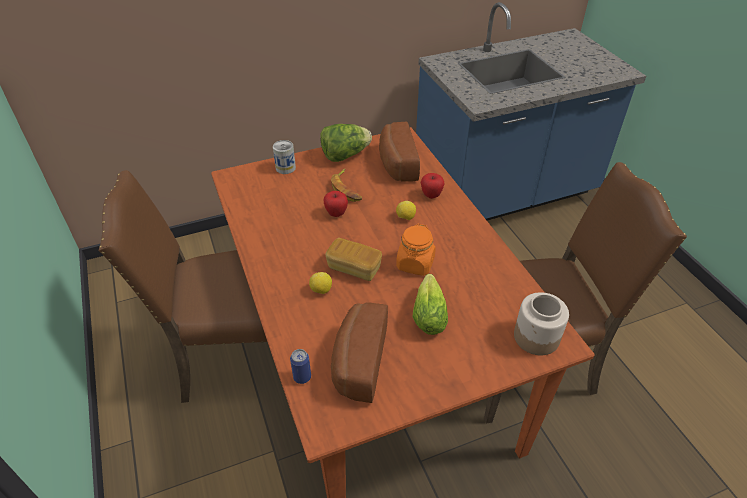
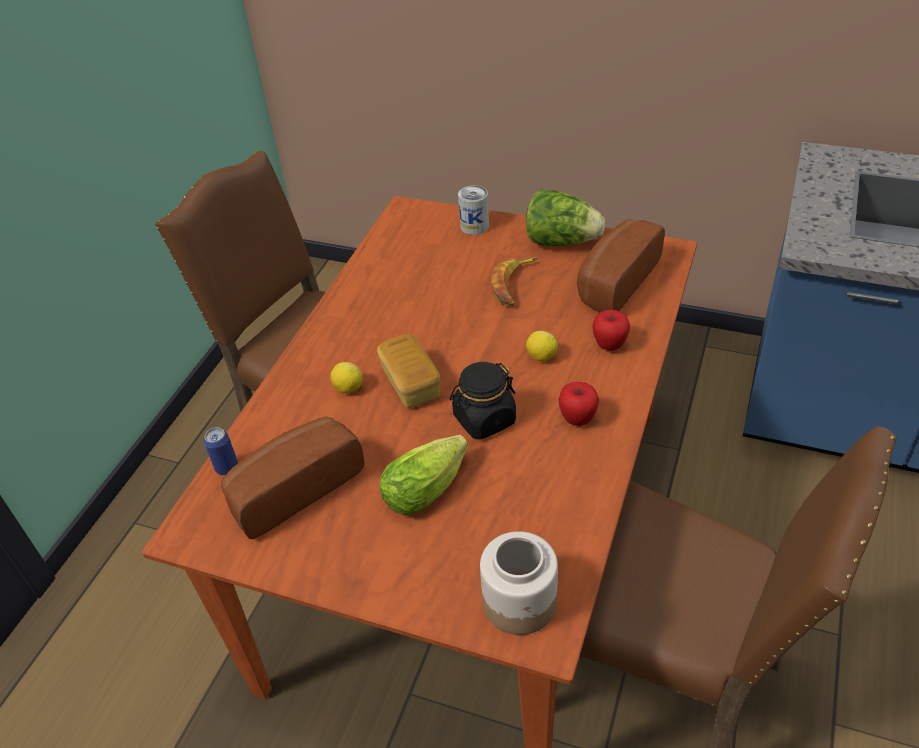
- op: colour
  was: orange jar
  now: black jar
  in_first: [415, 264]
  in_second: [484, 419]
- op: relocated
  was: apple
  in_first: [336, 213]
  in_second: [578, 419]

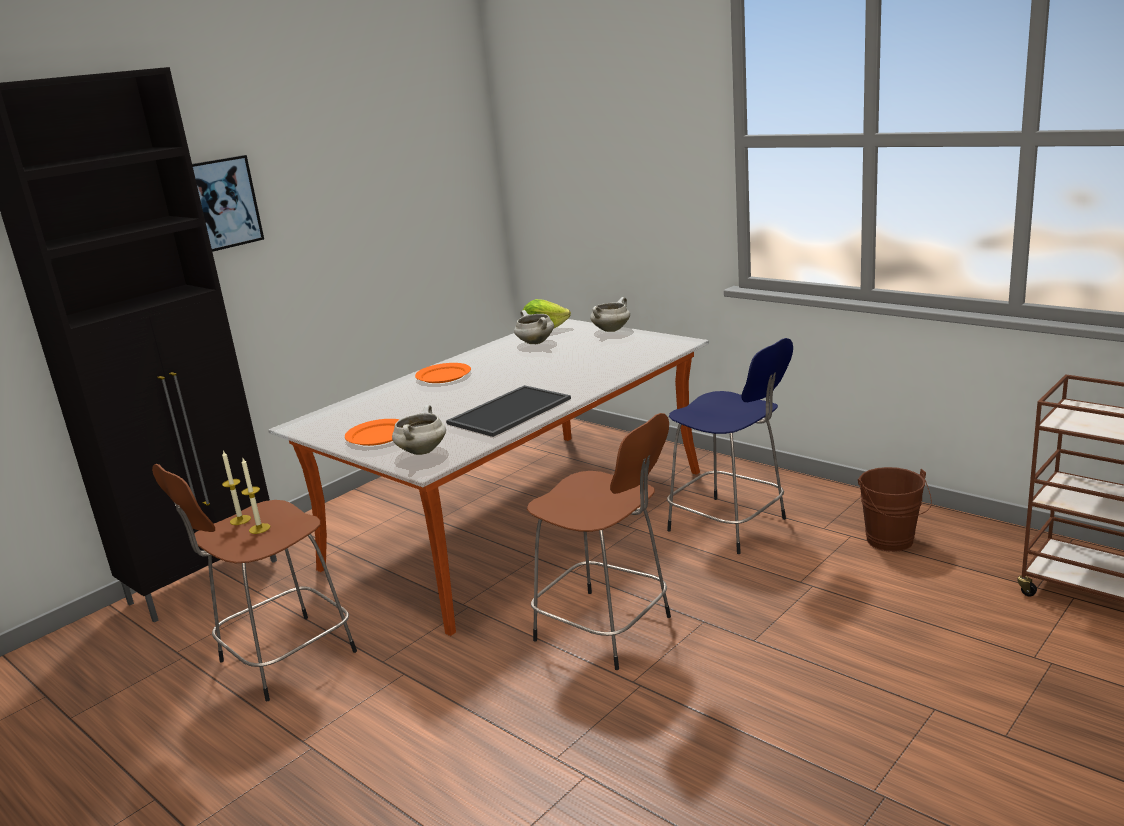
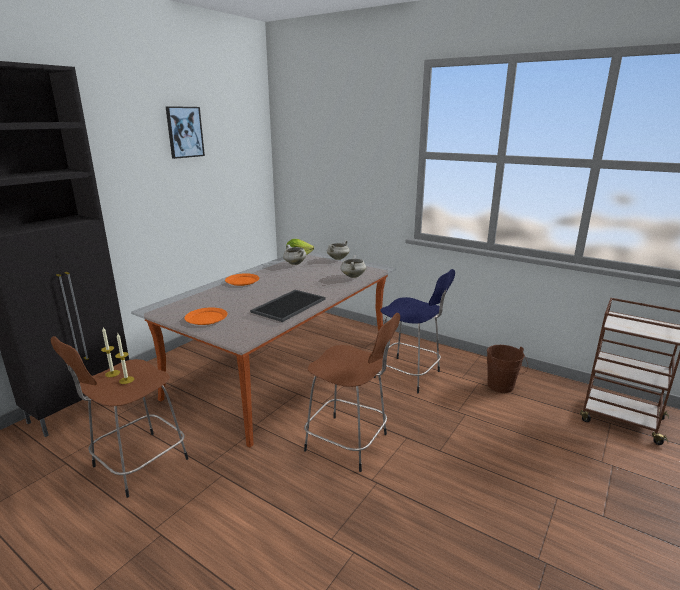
- op: relocated
  was: picture
  in_first: [222, 203]
  in_second: [184, 132]
- op: relocated
  was: white cooking pot
  in_first: [422, 451]
  in_second: [352, 276]

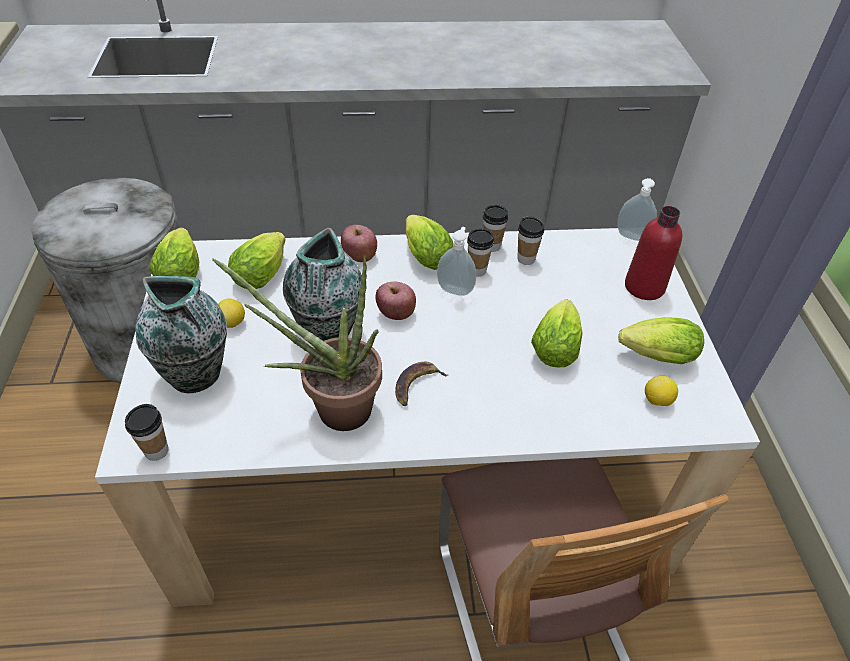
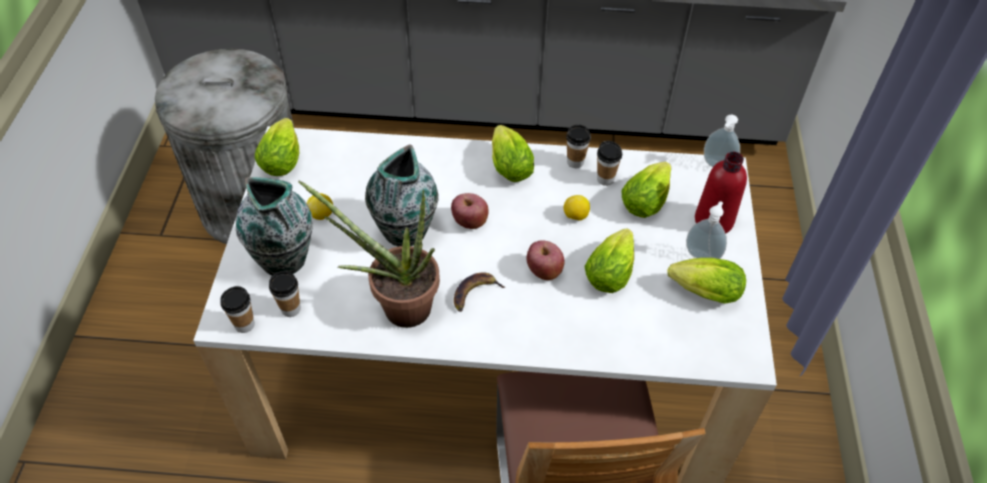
- op: relocated
  was: cup
  in_first: [477, 270]
  in_second: [291, 309]
- op: relocated
  was: apple
  in_first: [359, 256]
  in_second: [544, 271]
- op: relocated
  was: lemon
  in_first: [657, 401]
  in_second: [575, 216]
- op: relocated
  was: lettuce
  in_first: [263, 273]
  in_second: [647, 199]
- op: relocated
  was: soap dispenser
  in_first: [455, 289]
  in_second: [702, 254]

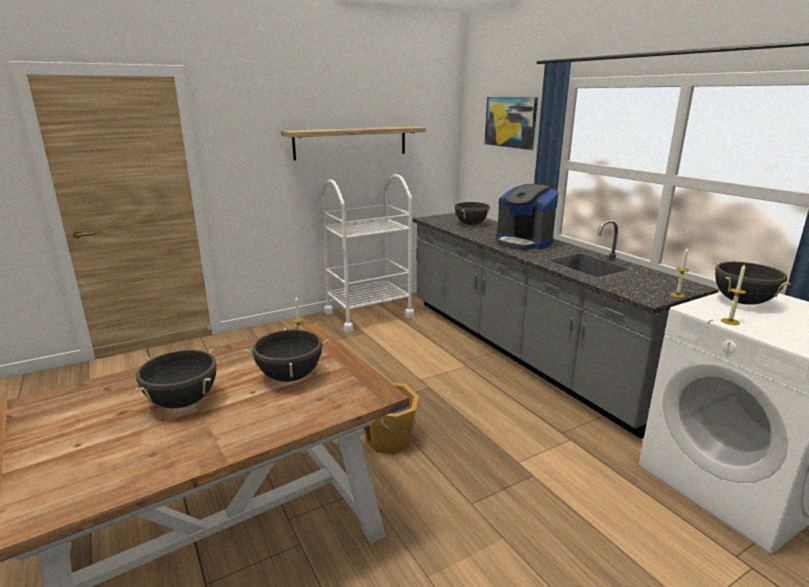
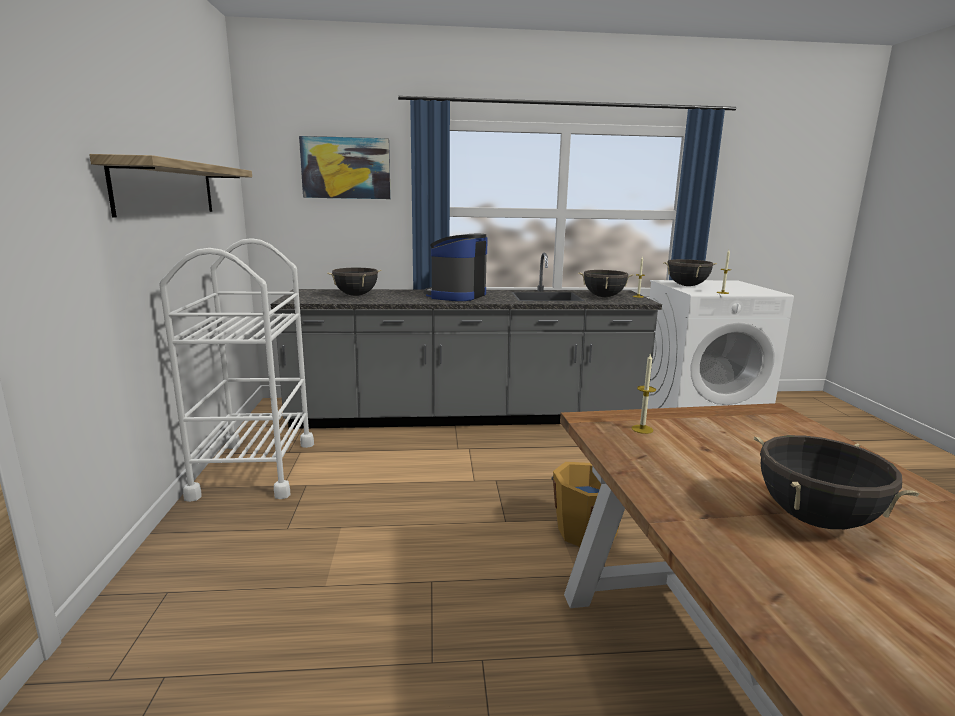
- op: spun
  was: coffee machine
  in_first: [523, 242]
  in_second: [456, 295]
  clockwise: 135
- op: relocated
  was: black cooking pot
  in_first: [290, 377]
  in_second: [603, 297]

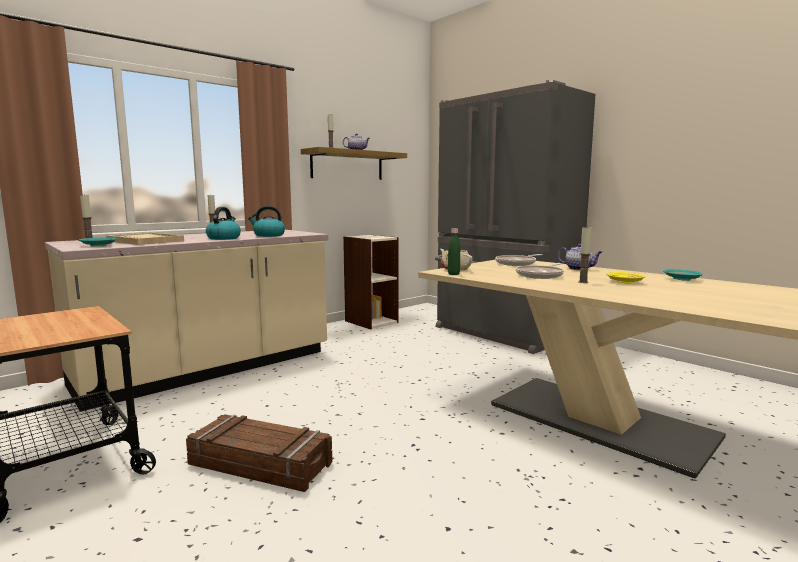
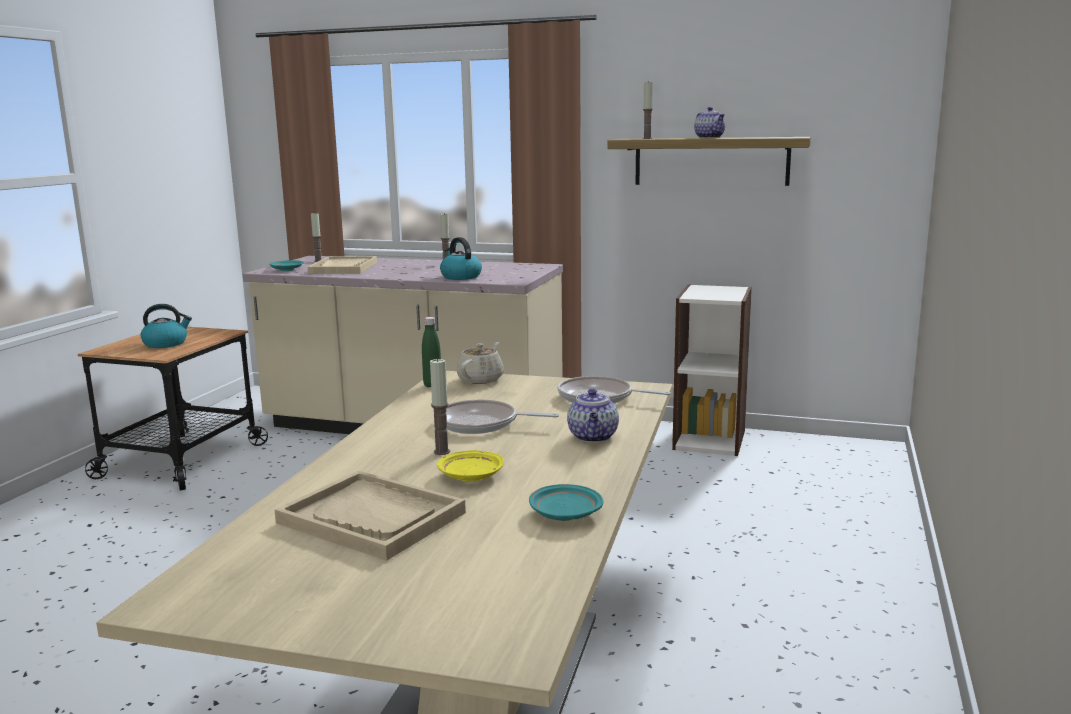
- op: relocated
  was: kettle
  in_first: [224, 238]
  in_second: [166, 343]
- op: appeared
  now: beige tray
  in_second: [372, 518]
- op: missing
  was: crate
  in_first: [261, 463]
- op: missing
  was: grey fridge
  in_first: [502, 333]

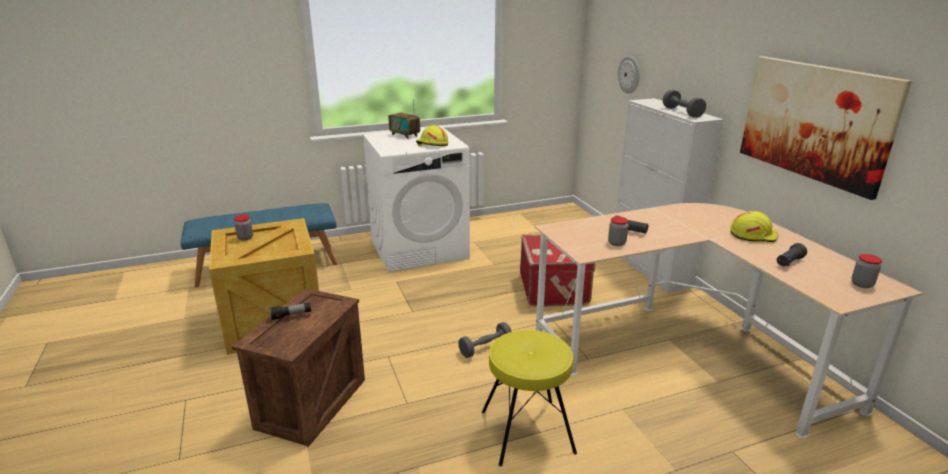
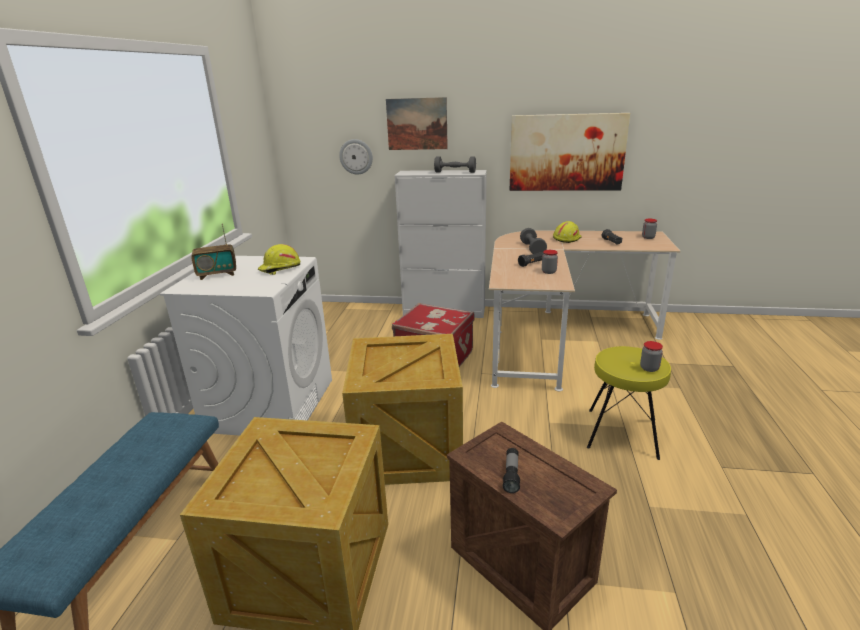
- op: appeared
  now: crate
  in_second: [409, 446]
- op: appeared
  now: picture
  in_second: [417, 124]
- op: relocated
  was: grey dumbbell
  in_first: [485, 348]
  in_second: [532, 249]
- op: relocated
  was: jar
  in_first: [245, 238]
  in_second: [649, 368]

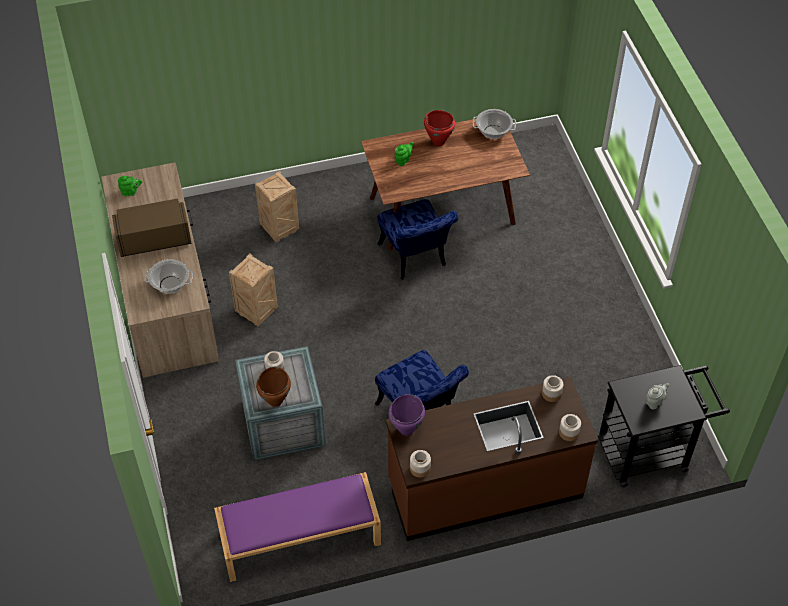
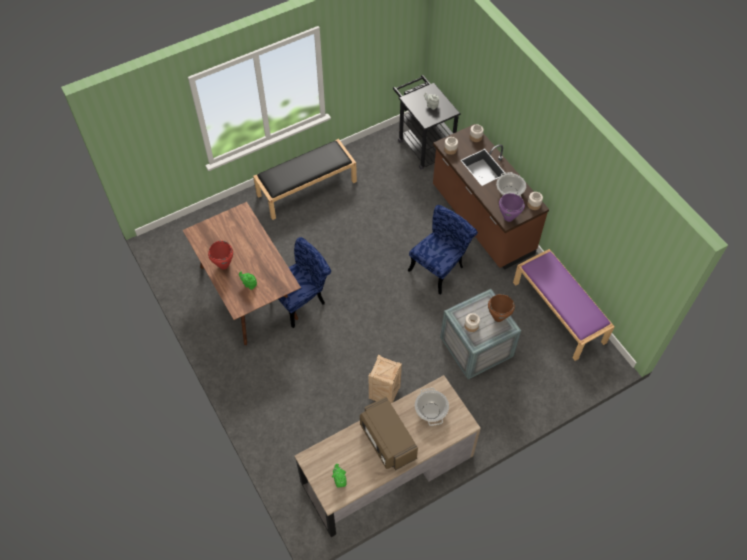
- op: appeared
  now: black bench
  in_second: [307, 188]
- op: relocated
  was: cooking pot
  in_first: [493, 132]
  in_second: [509, 192]
- op: missing
  was: crate
  in_first: [280, 229]

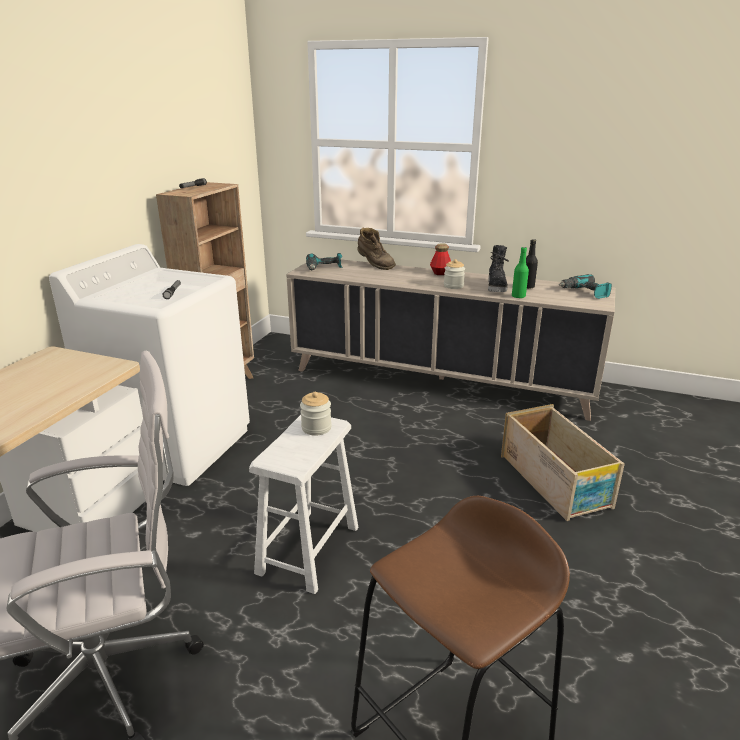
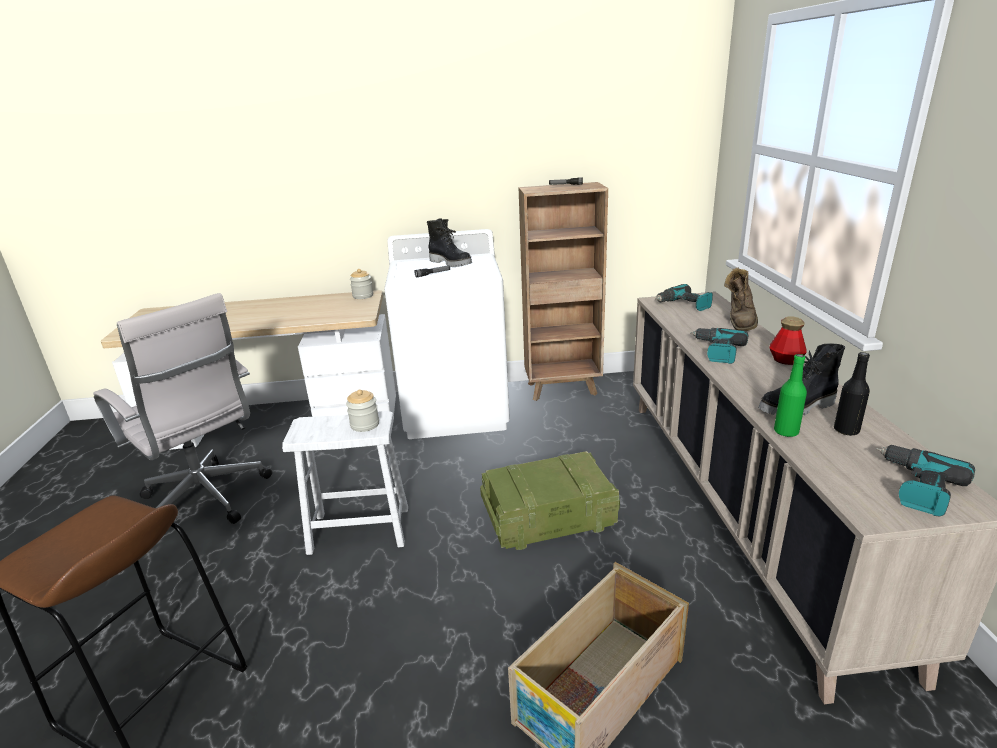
- op: relocated
  was: jar
  in_first: [453, 286]
  in_second: [363, 296]
- op: appeared
  now: black boot
  in_second: [451, 263]
- op: appeared
  now: crate
  in_second: [550, 517]
- op: appeared
  now: power drill
  in_second: [717, 351]

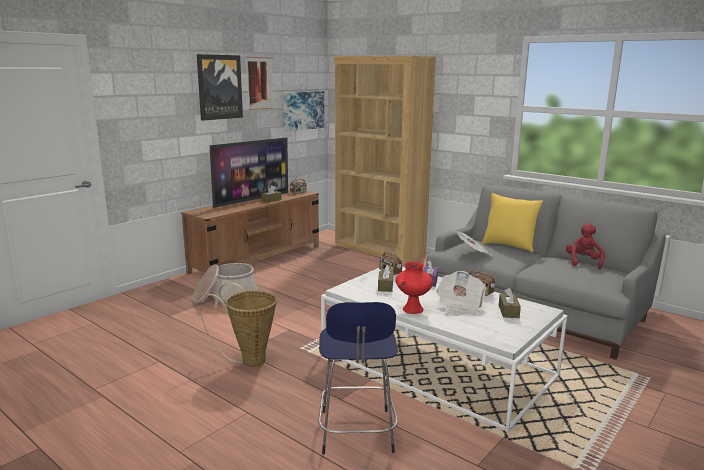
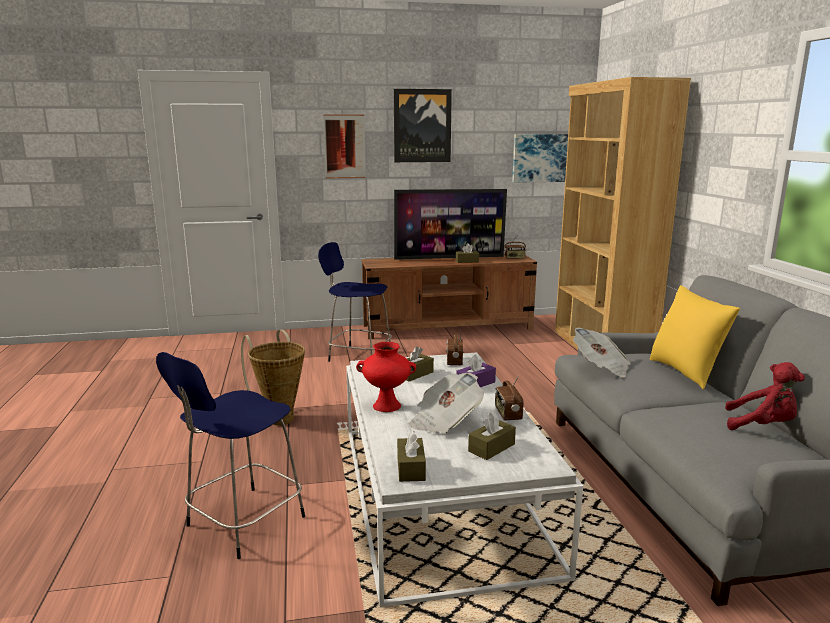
- op: exchanged
  was: basket
  now: blue stool
  in_first: [226, 298]
  in_second: [358, 356]
- op: relocated
  was: picture
  in_first: [259, 83]
  in_second: [344, 146]
- op: appeared
  now: brown tissue box
  in_second: [411, 468]
- op: spun
  was: red plush toy
  in_first: [583, 262]
  in_second: [762, 425]
  clockwise: 60

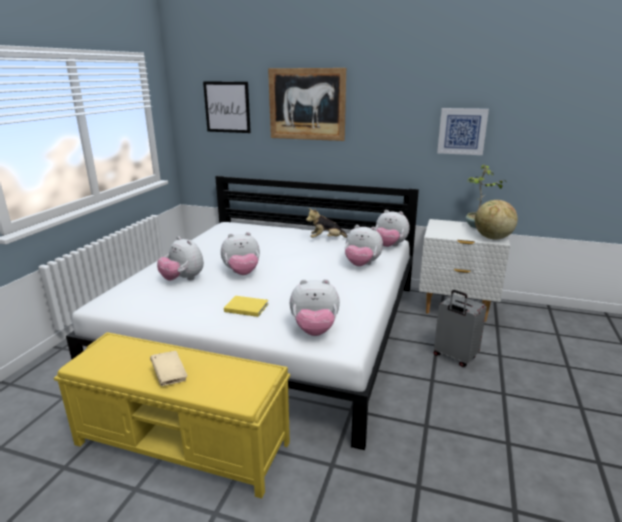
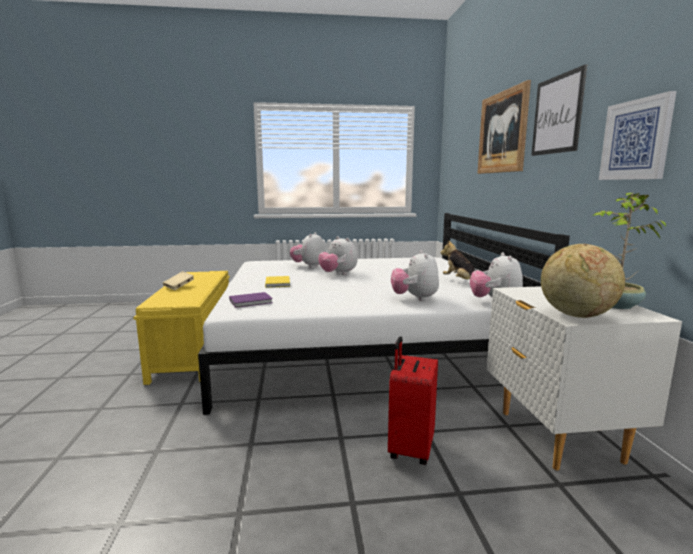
- op: exchanged
  was: plush toy
  now: purple book
  in_first: [314, 330]
  in_second: [252, 301]
- op: colour
  was: grey suitcase
  now: red suitcase
  in_first: [454, 357]
  in_second: [410, 449]
- op: relocated
  was: picture
  in_first: [227, 107]
  in_second: [557, 115]

